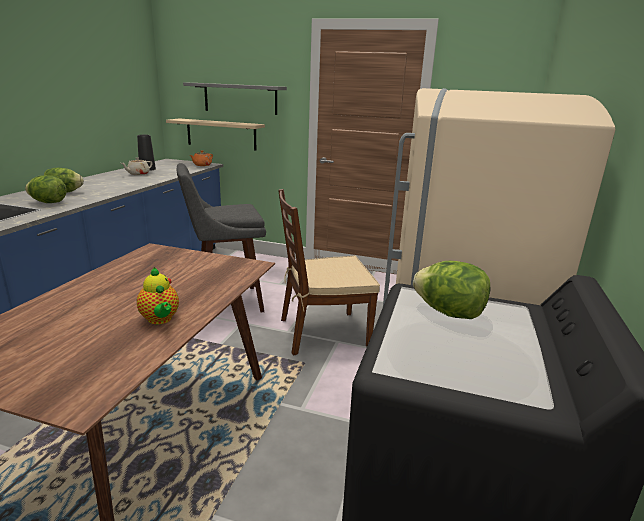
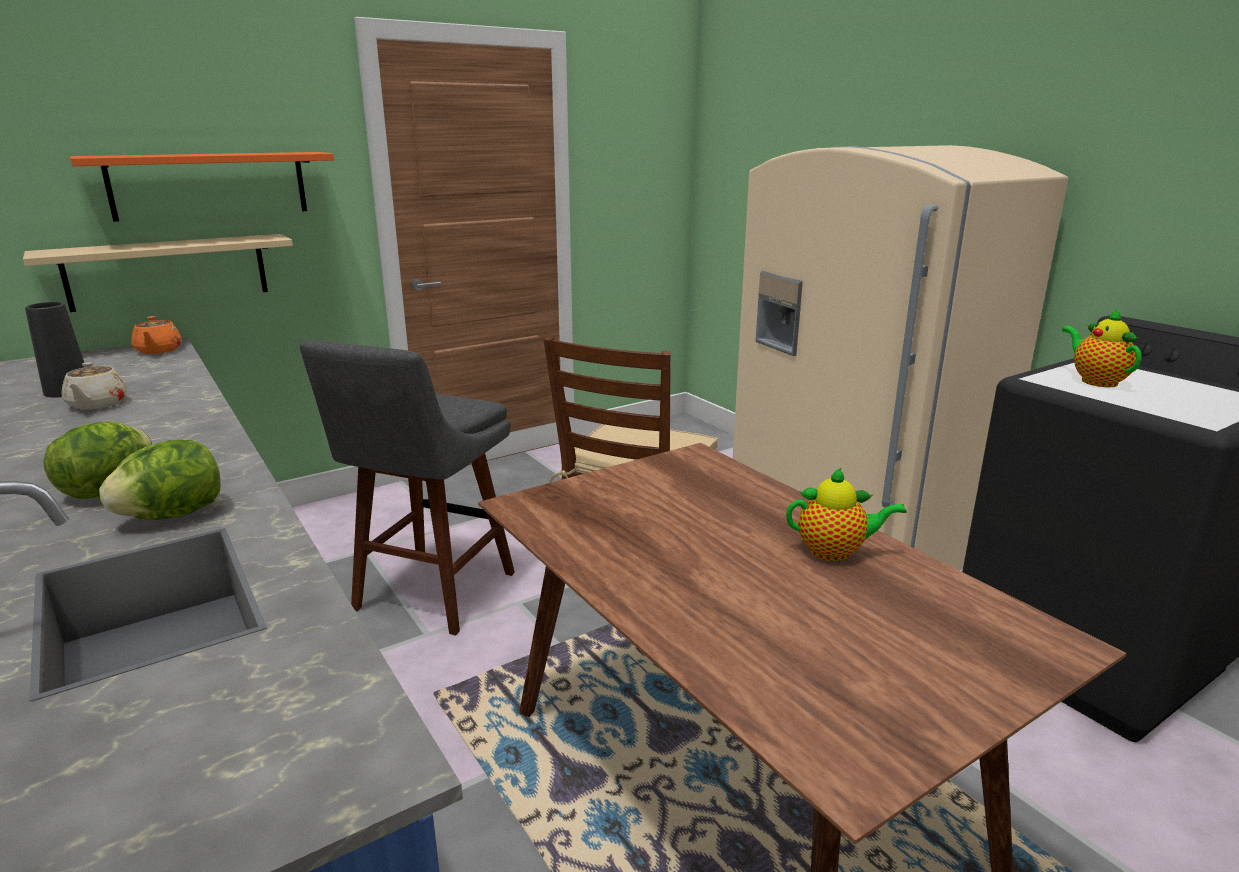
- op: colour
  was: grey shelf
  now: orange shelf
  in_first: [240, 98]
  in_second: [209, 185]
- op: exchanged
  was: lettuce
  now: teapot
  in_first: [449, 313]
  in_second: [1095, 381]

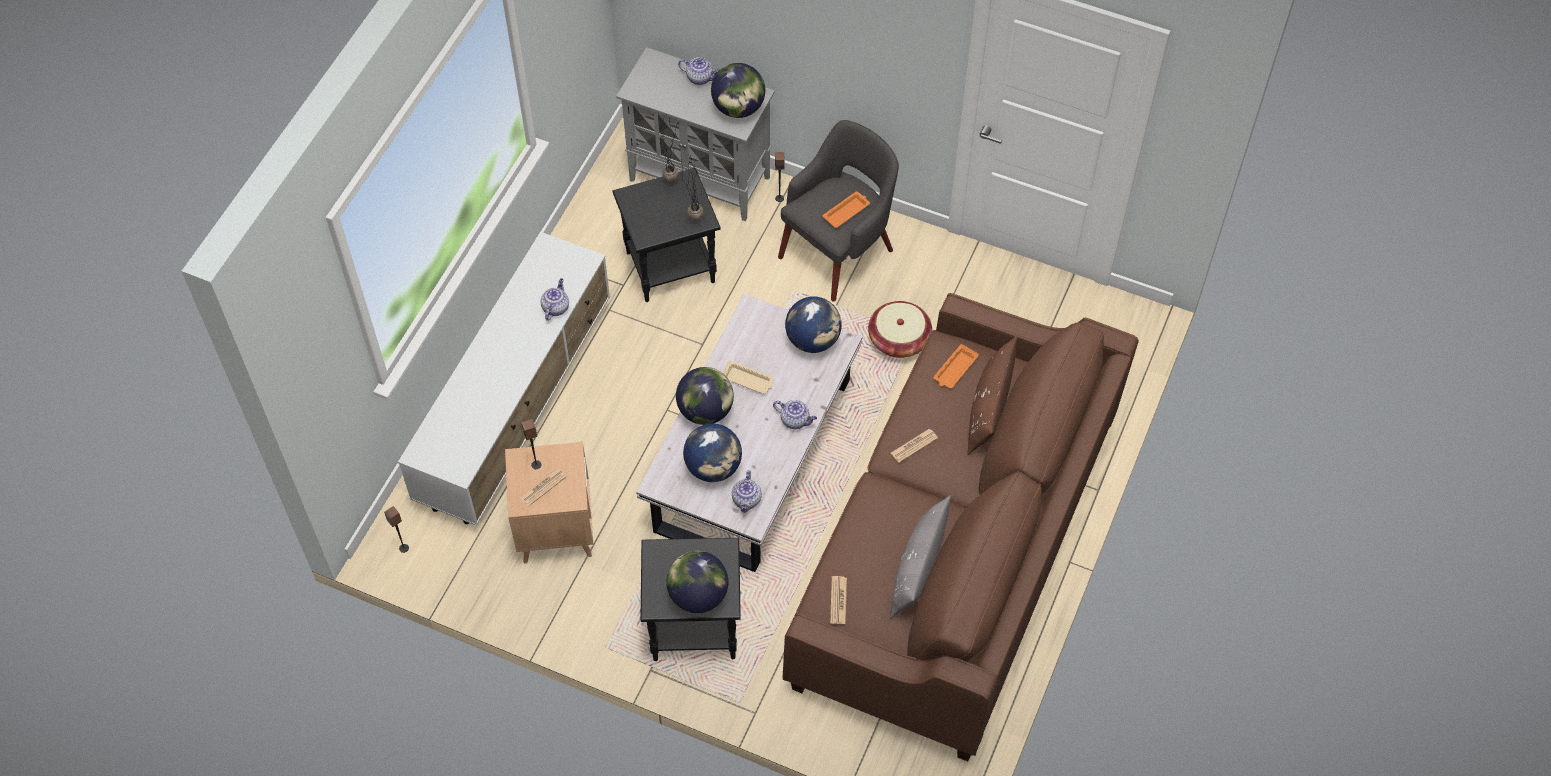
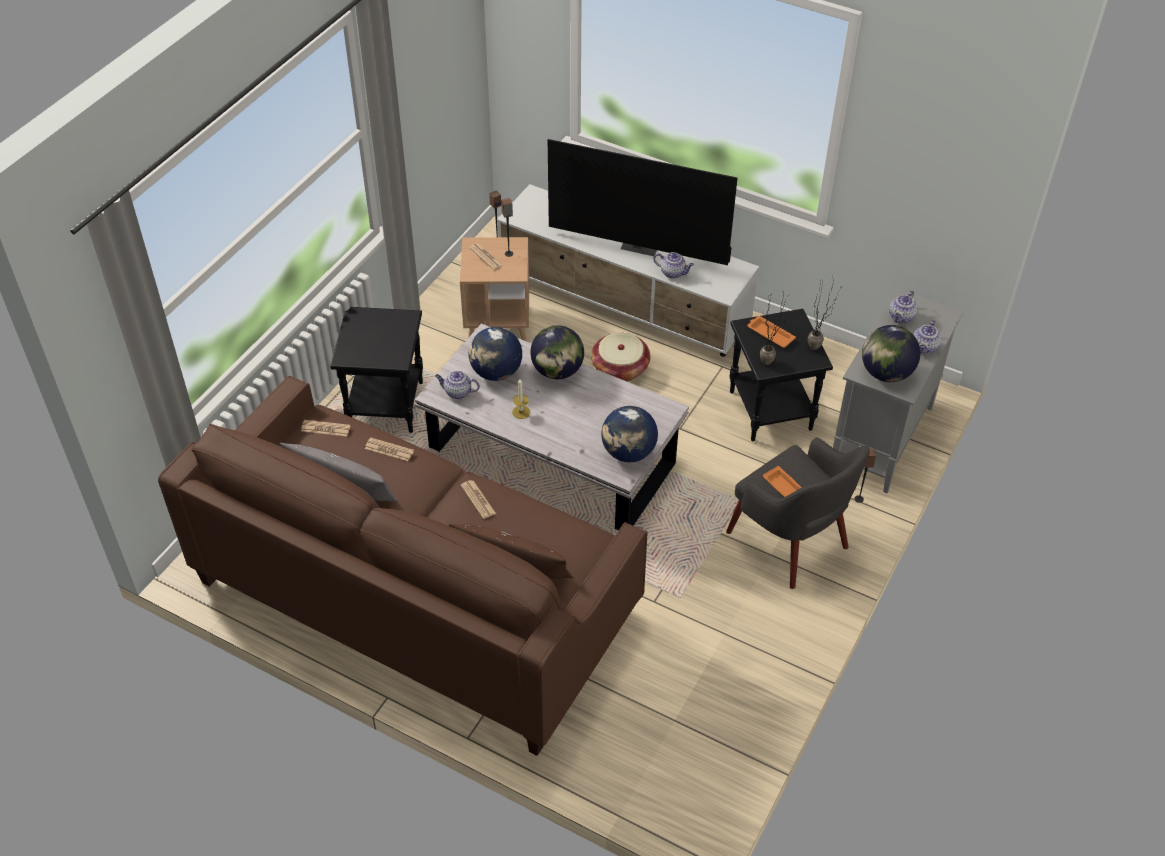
- op: appeared
  now: newspaper
  in_second: [389, 450]
- op: appeared
  now: candle
  in_second: [521, 412]
- op: appeared
  now: television
  in_second: [641, 245]
- op: relocated
  was: basket
  in_first: [899, 339]
  in_second: [620, 368]
- op: relocated
  was: orange tray
  in_first: [955, 369]
  in_second: [770, 334]
- op: relocated
  was: teapot
  in_first: [795, 420]
  in_second: [901, 317]
- op: missing
  was: globe
  in_first: [698, 595]
- op: missing
  was: beige tray
  in_first: [748, 380]

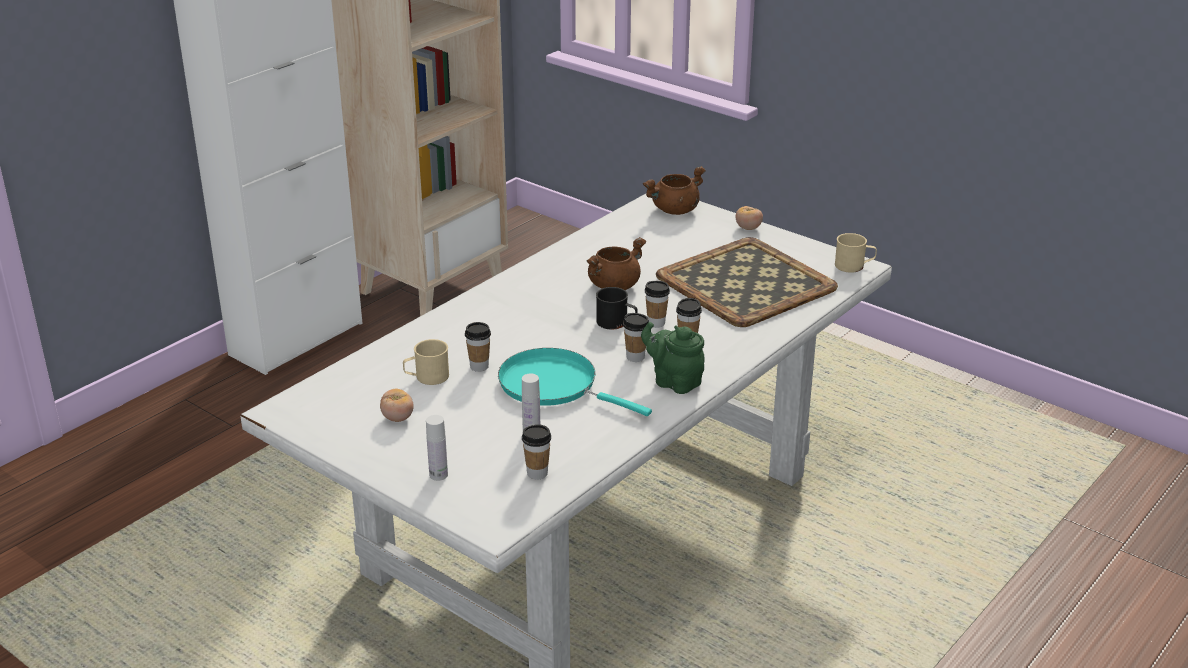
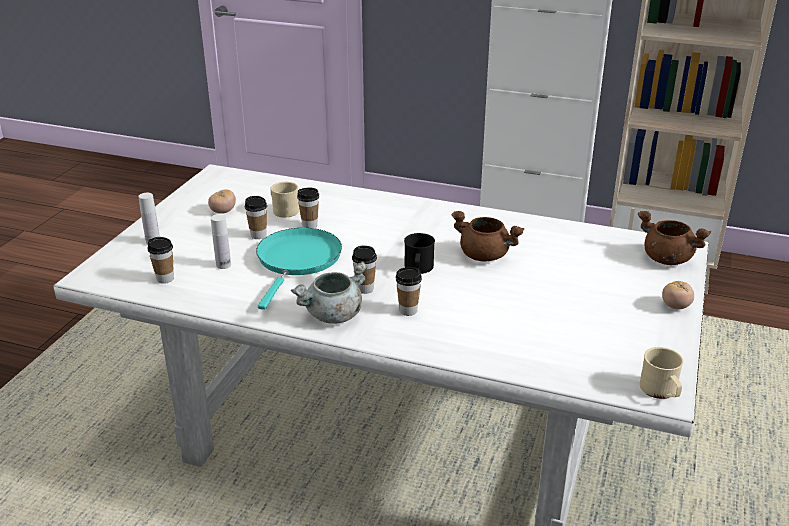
- op: relocated
  was: cup
  in_first: [656, 323]
  in_second: [258, 235]
- op: exchanged
  was: green teapot
  now: grey cooking pot
  in_first: [674, 382]
  in_second: [333, 316]
- op: missing
  was: tray
  in_first: [747, 283]

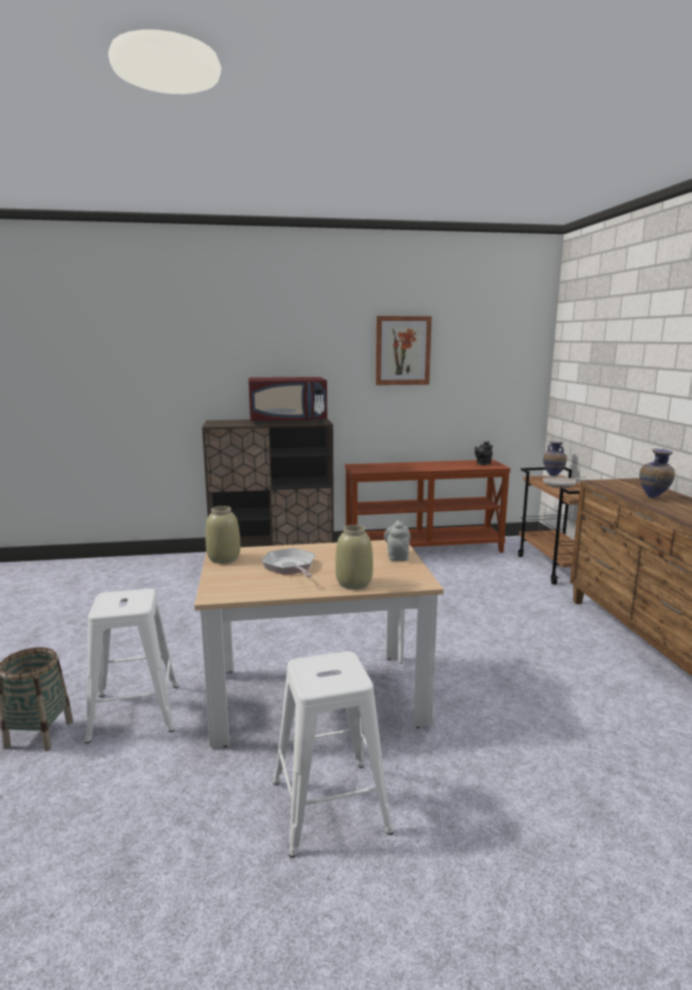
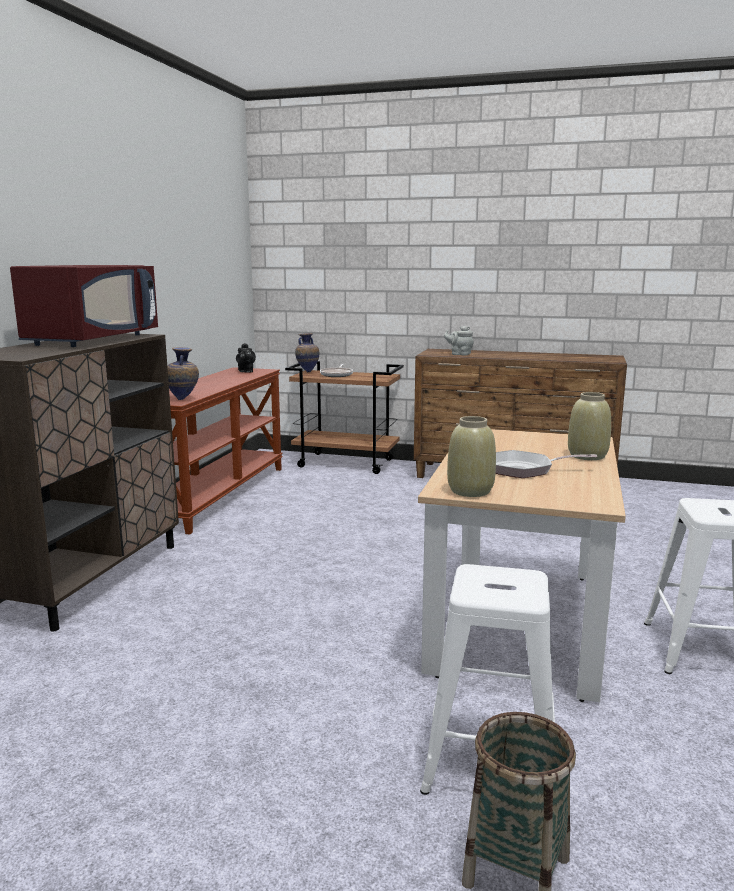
- op: relocated
  was: vase
  in_first: [653, 498]
  in_second: [183, 400]
- op: relocated
  was: grey teapot
  in_first: [397, 556]
  in_second: [459, 354]
- op: missing
  was: picture
  in_first: [402, 350]

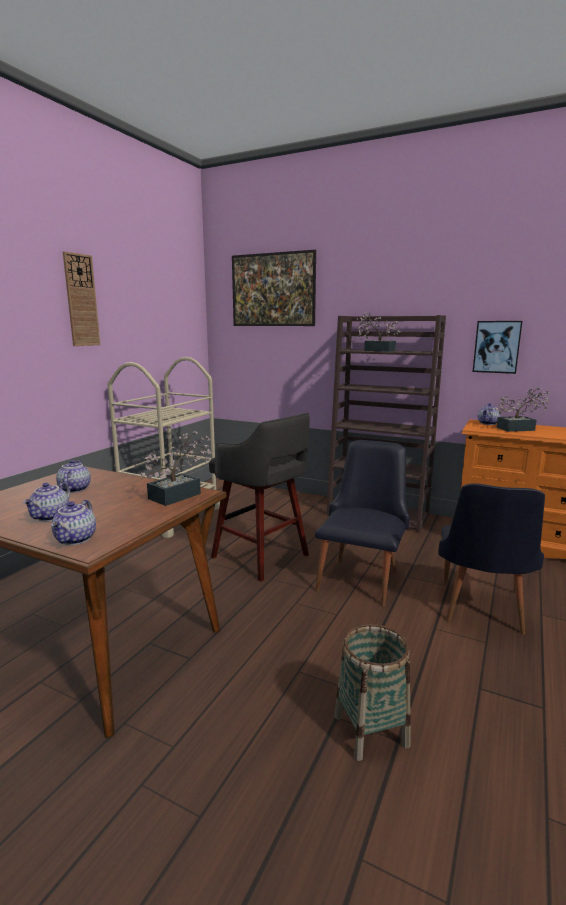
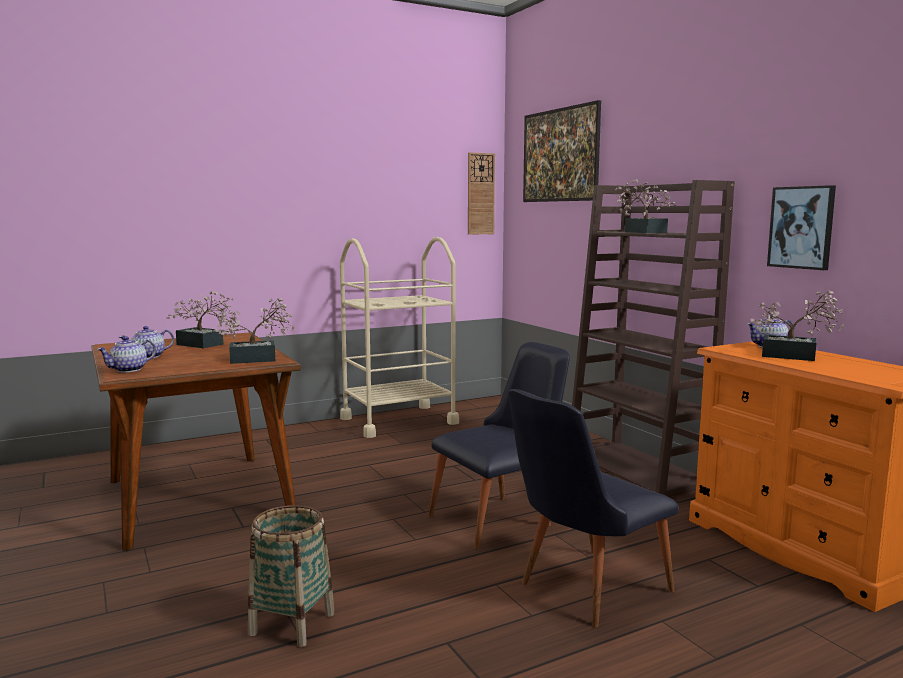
- op: exchanged
  was: teapot
  now: potted plant
  in_first: [74, 489]
  in_second: [203, 345]
- op: relocated
  was: wall clock
  in_first: [81, 300]
  in_second: [480, 194]
- op: missing
  was: grey stool
  in_first: [262, 557]

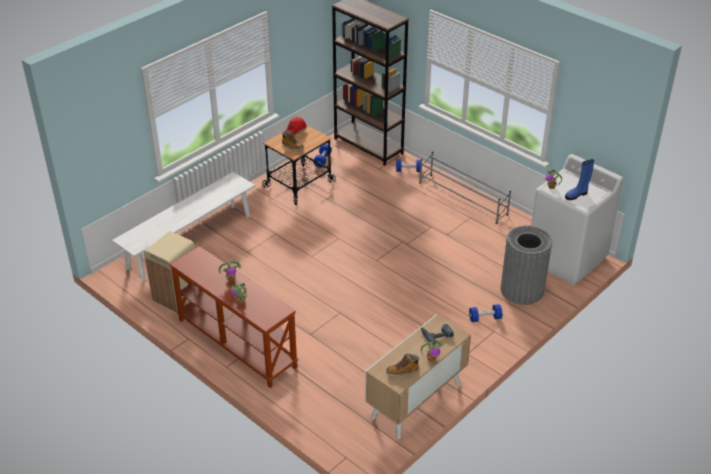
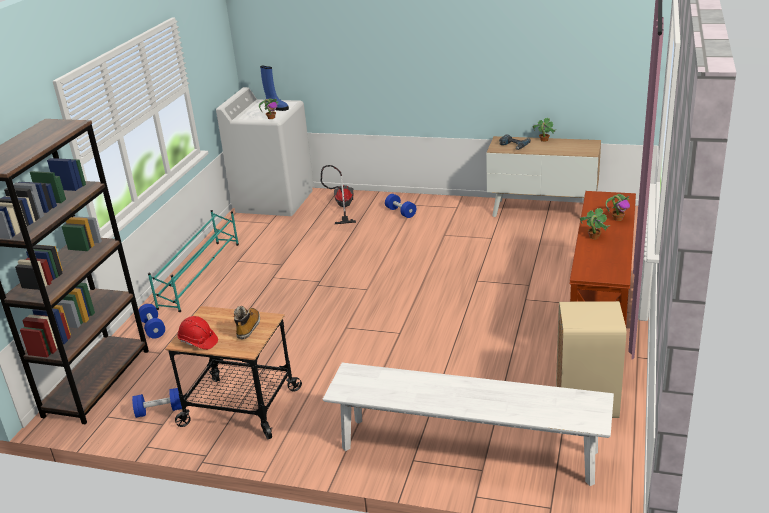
- op: colour
  was: grey shoe rack
  now: turquoise shoe rack
  in_first: [463, 199]
  in_second: [200, 275]
- op: exchanged
  was: grey trash can
  now: vacuum cleaner
  in_first: [522, 290]
  in_second: [342, 207]
- op: missing
  was: boot
  in_first: [402, 371]

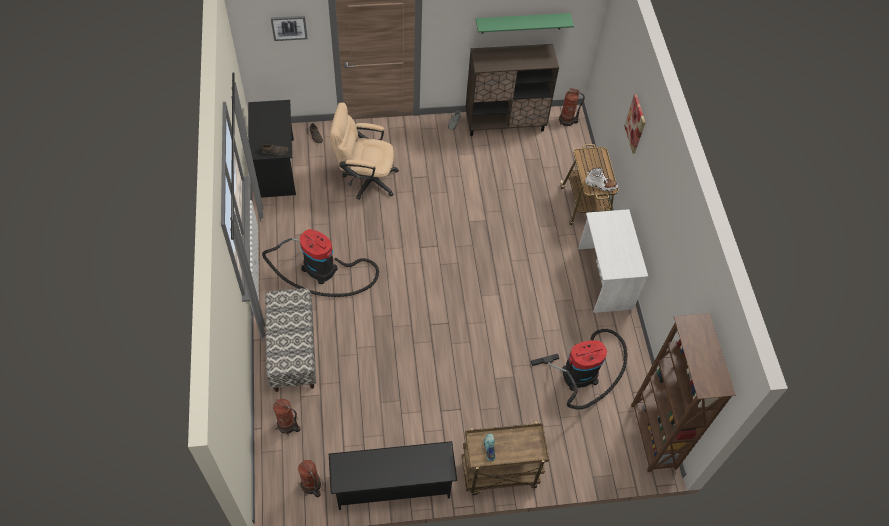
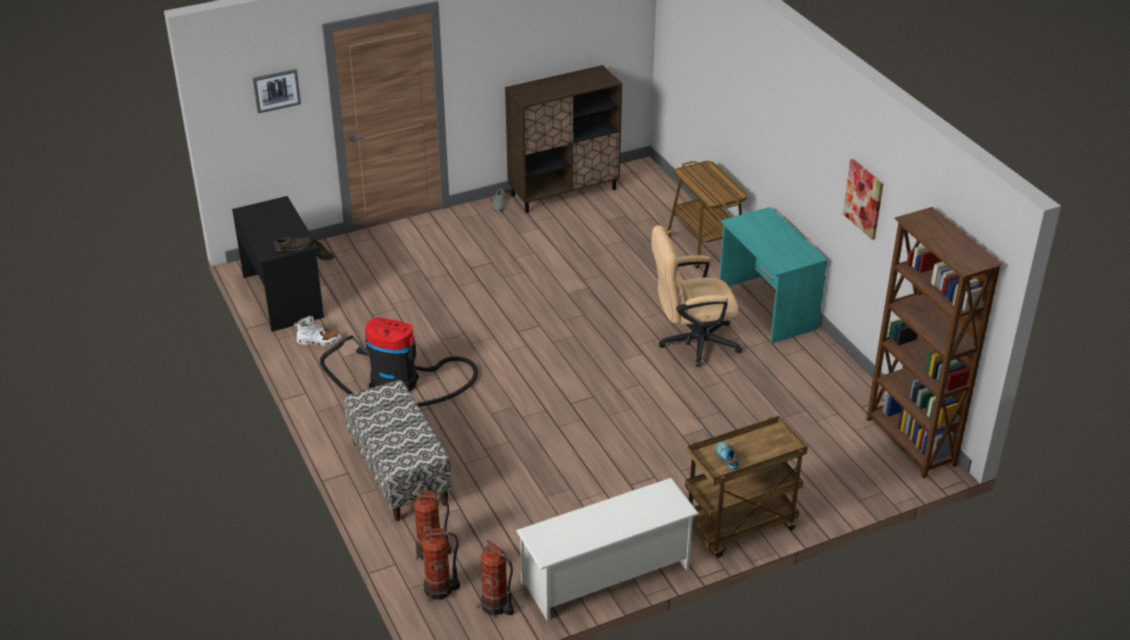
- op: relocated
  was: white boot
  in_first: [600, 185]
  in_second: [319, 341]
- op: relocated
  was: fire extinguisher
  in_first: [567, 121]
  in_second: [440, 590]
- op: colour
  was: black shoe rack
  now: white shoe rack
  in_first: [392, 485]
  in_second: [606, 576]
- op: relocated
  was: beige office chair
  in_first: [365, 179]
  in_second: [691, 343]
- op: colour
  was: white desk
  now: turquoise desk
  in_first: [604, 278]
  in_second: [766, 308]
- op: relocated
  was: picture
  in_first: [635, 124]
  in_second: [864, 198]
- op: missing
  was: green shelf
  in_first: [522, 23]
- op: missing
  was: vacuum cleaner
  in_first: [583, 373]

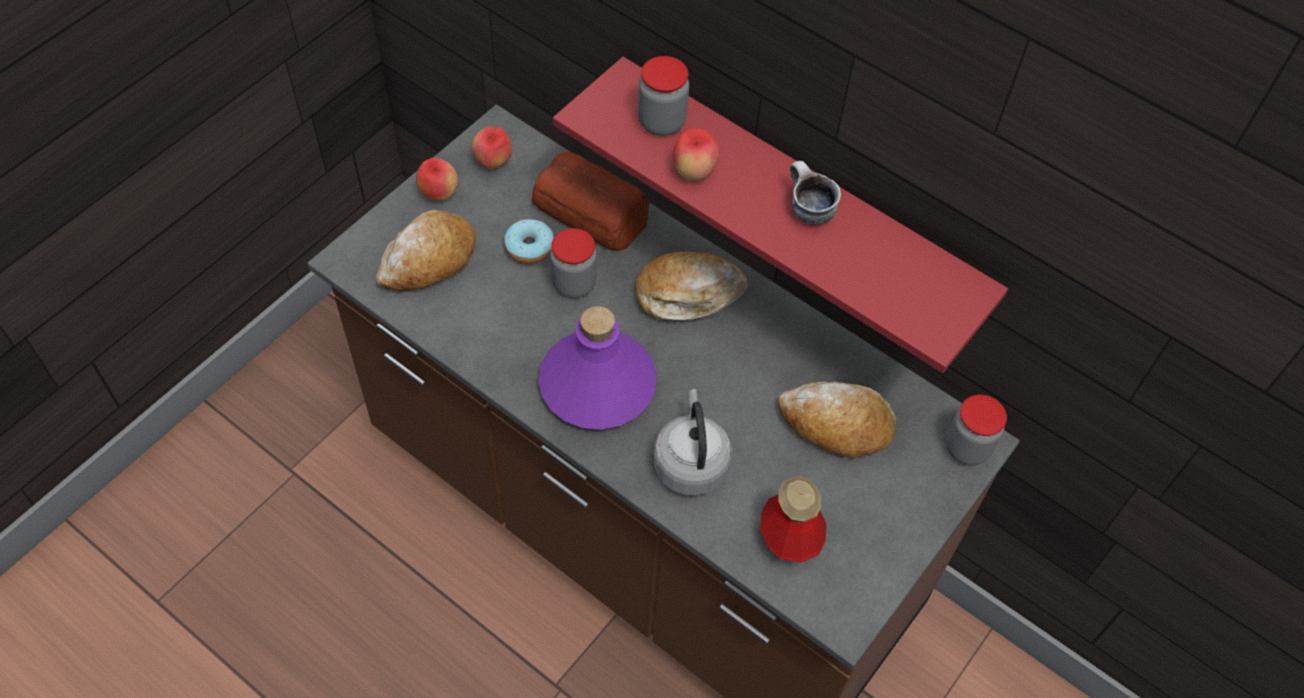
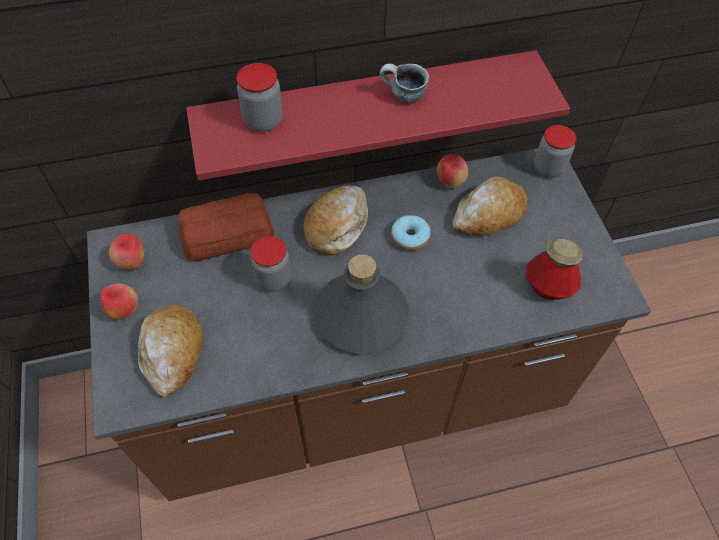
- op: colour
  was: purple bottle
  now: grey bottle
  in_first: [598, 384]
  in_second: [361, 315]
- op: relocated
  was: donut
  in_first: [529, 247]
  in_second: [410, 237]
- op: relocated
  was: apple
  in_first: [694, 172]
  in_second: [450, 182]
- op: missing
  was: grey kettle
  in_first: [690, 463]

